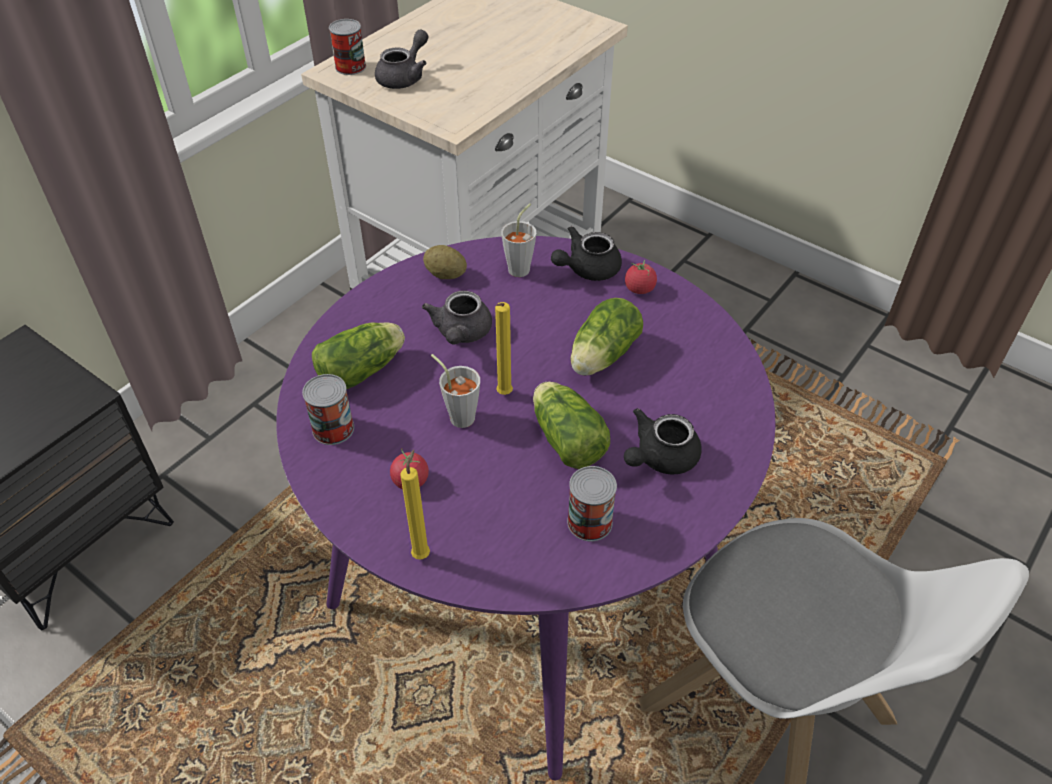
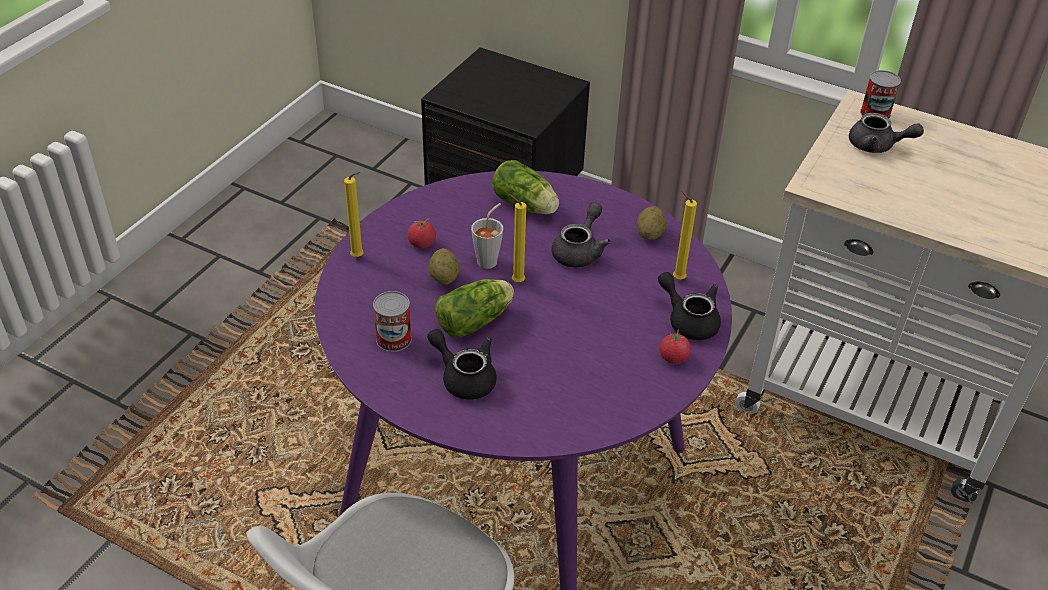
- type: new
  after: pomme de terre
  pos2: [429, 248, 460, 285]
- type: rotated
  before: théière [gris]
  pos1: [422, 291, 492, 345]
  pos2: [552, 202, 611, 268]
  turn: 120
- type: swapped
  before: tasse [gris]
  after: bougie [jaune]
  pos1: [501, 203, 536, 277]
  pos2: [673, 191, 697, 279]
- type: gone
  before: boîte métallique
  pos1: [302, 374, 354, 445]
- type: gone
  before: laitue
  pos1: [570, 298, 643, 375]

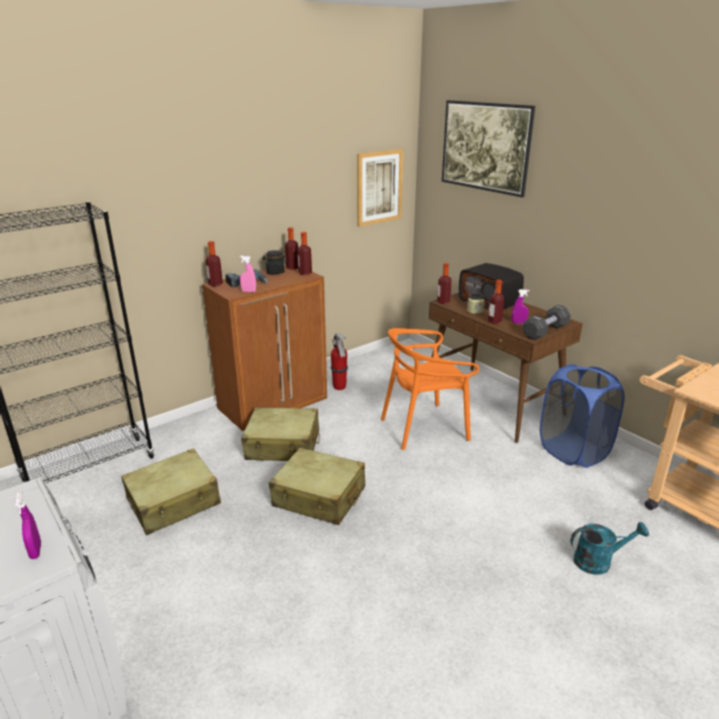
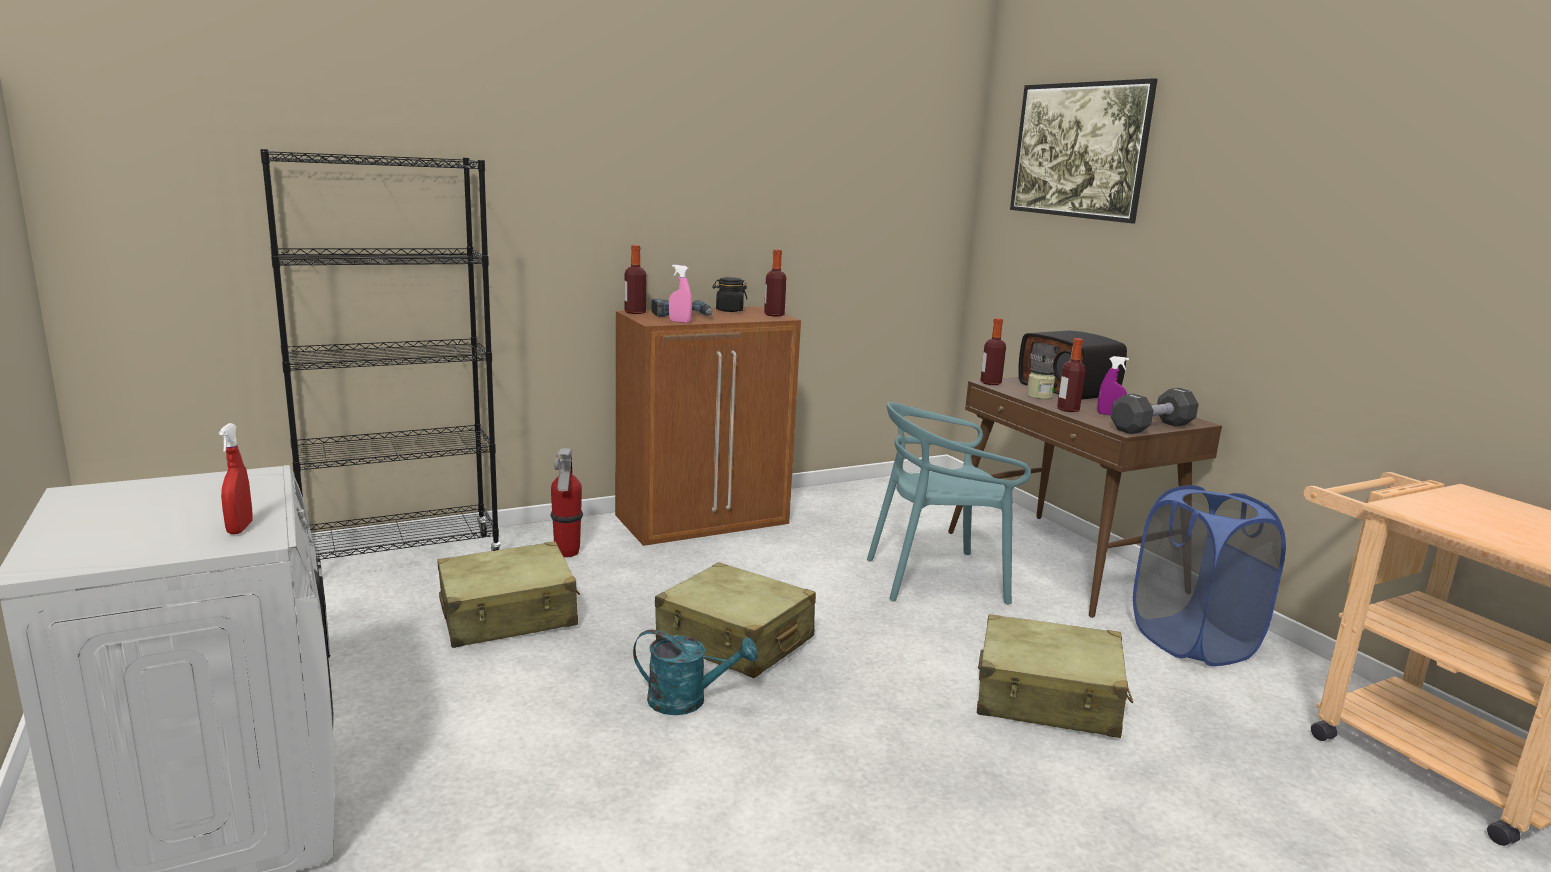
- type: repainted
  before: vaporisateur [violet]
  after: vaporisateur [rouge]
  pos1: [15, 492, 41, 559]
  pos2: [219, 423, 253, 534]
- type: shifted
  before: extincteur
  pos1: [331, 333, 348, 390]
  pos2: [550, 448, 583, 557]
- type: shifted
  before: arrosoir [turquoise]
  pos1: [571, 522, 649, 575]
  pos2: [633, 630, 758, 715]
- type: repainted
  before: chaise [orange]
  after: chaise [turquoise]
  pos1: [381, 328, 479, 450]
  pos2: [867, 402, 1031, 605]
- type: shifted
  before: valise [beige]
  pos1: [241, 408, 320, 461]
  pos2: [977, 614, 1133, 738]
- type: gone
  before: bouteille
  pos1: [285, 227, 298, 270]
- type: gone
  before: tableau
  pos1: [357, 149, 404, 227]

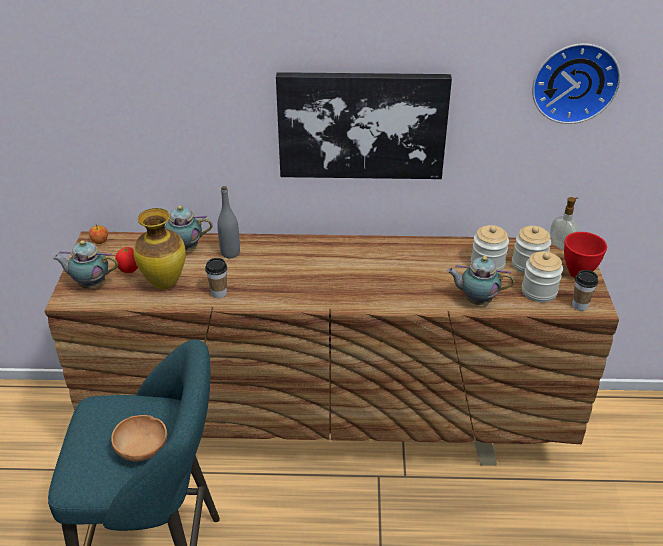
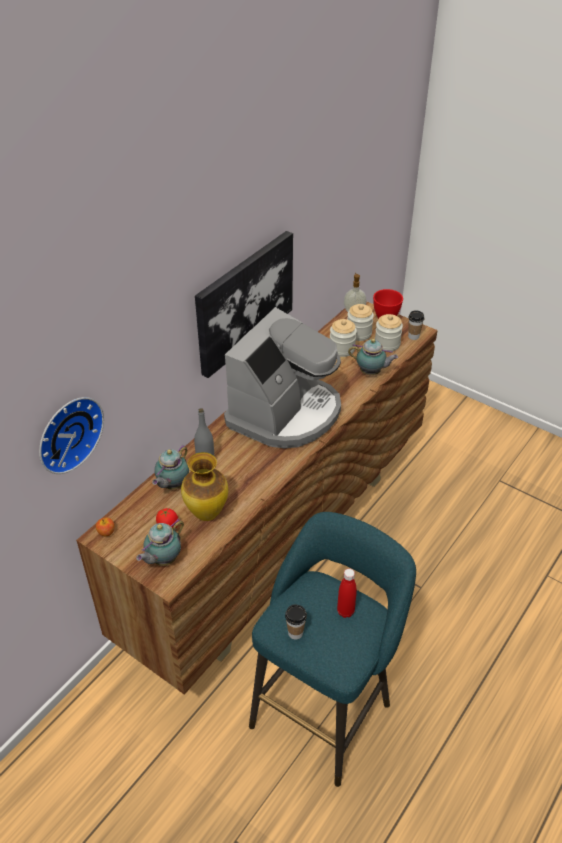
- type: shifted
  before: horloge murale
  pos1: [532, 43, 621, 124]
  pos2: [39, 397, 104, 474]
- type: new
  after: machine à café
  pos2: [224, 307, 341, 448]
- type: shifted
  before: tasse
  pos1: [205, 258, 227, 298]
  pos2: [285, 605, 307, 640]
- type: swapped
  before: bol [marron]
  after: bouteille [rouge]
  pos1: [111, 415, 167, 461]
  pos2: [337, 568, 357, 618]
- type: rotated
  before: théière
  pos1: [447, 256, 514, 305]
  pos2: [348, 339, 398, 375]
  turn: -120

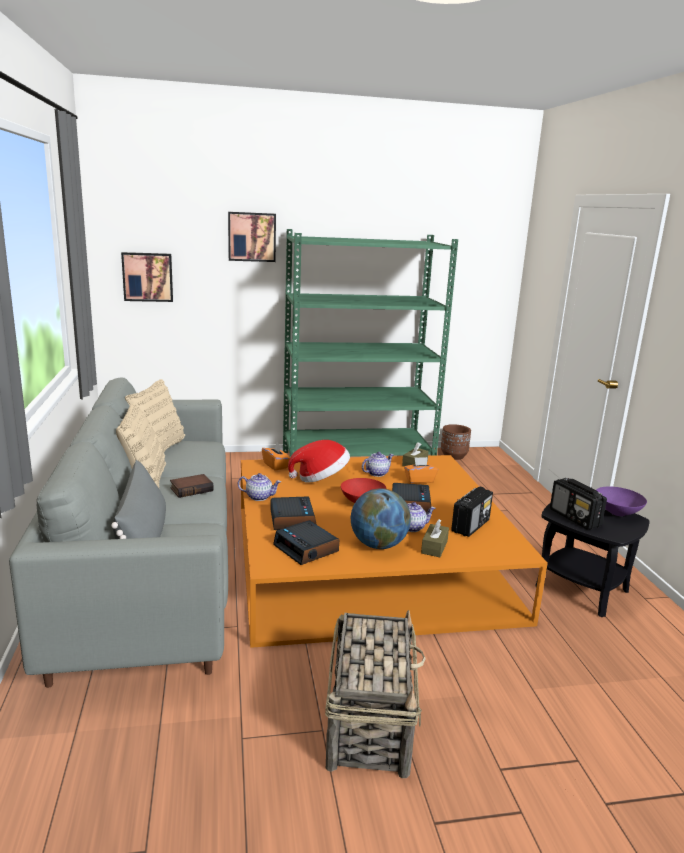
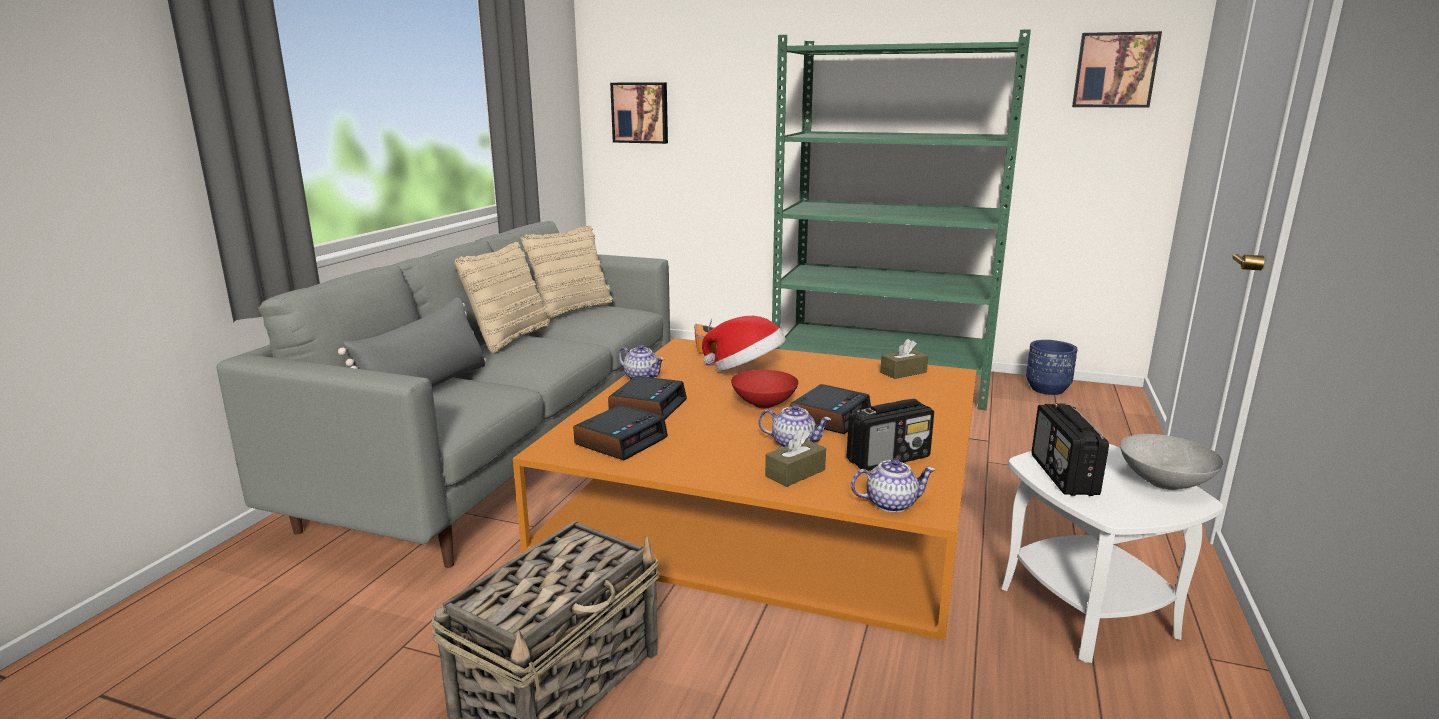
- type: rotated
  before: réveil
  pos1: [273, 520, 339, 565]
  pos2: [573, 404, 668, 460]
  turn: -135
- type: shifted
  before: théière
  pos1: [362, 452, 394, 477]
  pos2: [851, 458, 936, 513]
- type: repainted
  before: table d'appoint [noir]
  after: table d'appoint [blanc]
  pos1: [535, 503, 650, 617]
  pos2: [1001, 444, 1223, 663]
- type: repainted
  before: cache-pot [marron]
  after: cache-pot [bleu]
  pos1: [441, 424, 471, 460]
  pos2: [1026, 340, 1077, 395]
- type: shifted
  before: tableau
  pos1: [228, 212, 276, 262]
  pos2: [1072, 31, 1162, 108]
- type: repainted
  before: bol [violet]
  after: bol [gris]
  pos1: [596, 486, 647, 516]
  pos2: [1120, 434, 1224, 490]
- type: gone
  before: livre
  pos1: [170, 474, 214, 498]
- type: gone
  before: globe
  pos1: [351, 488, 411, 549]
- type: gone
  before: boîte à mouchoirs [orange]
  pos1: [404, 457, 438, 484]

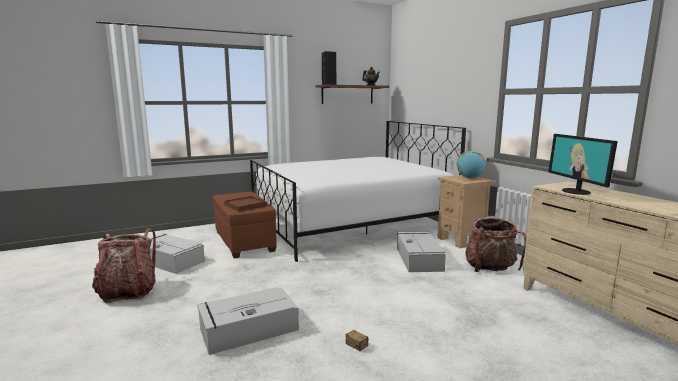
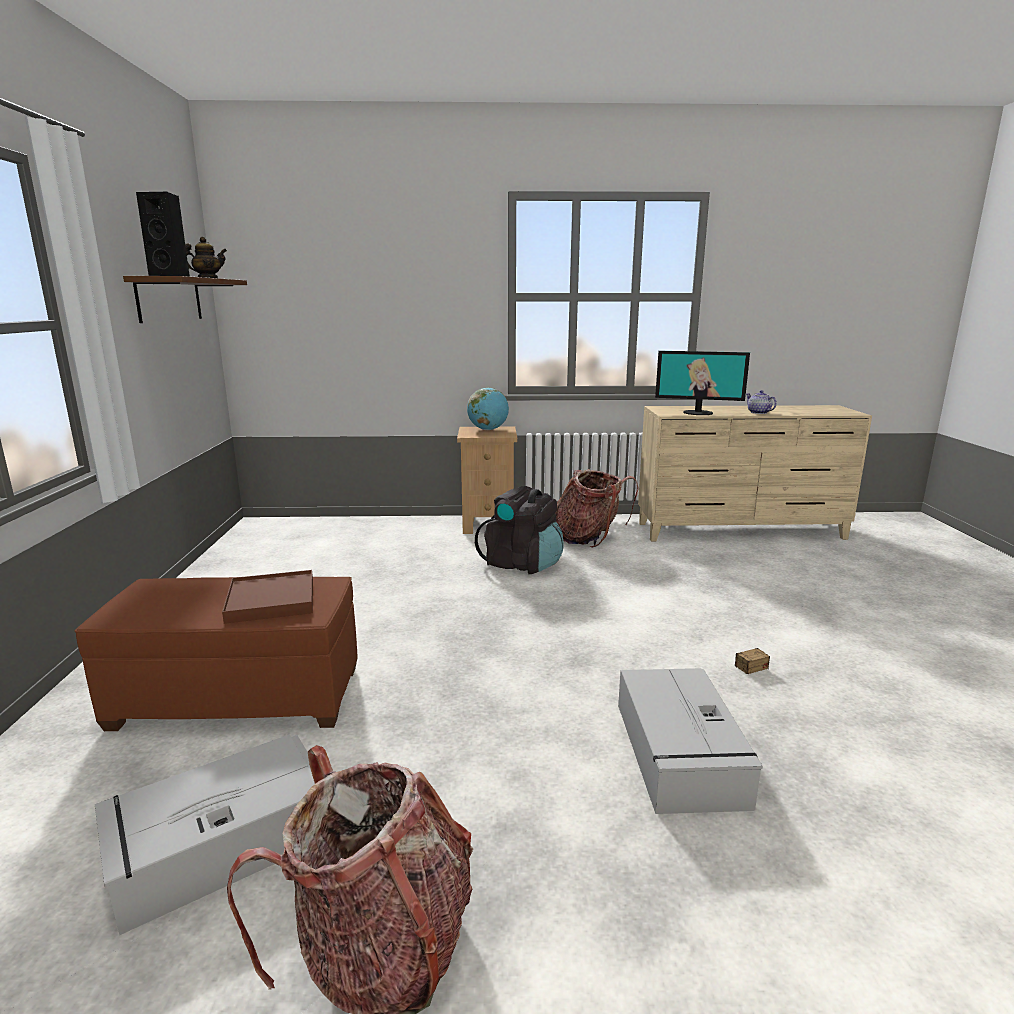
- type: swapped
  before: boîte de rangement [gris]
  after: sac à dos [noir]
  pos1: [397, 232, 446, 272]
  pos2: [475, 486, 564, 574]
- type: new
  after: théière
  pos2: [746, 390, 777, 414]
- type: gone
  before: lit [blanc]
  pos1: [250, 121, 466, 262]

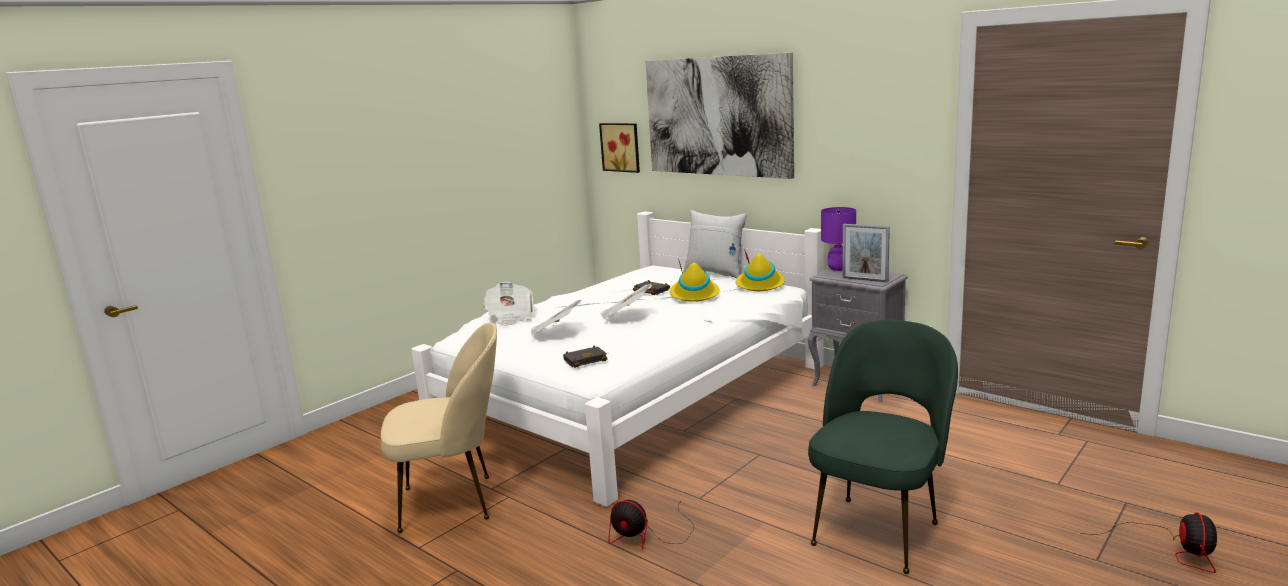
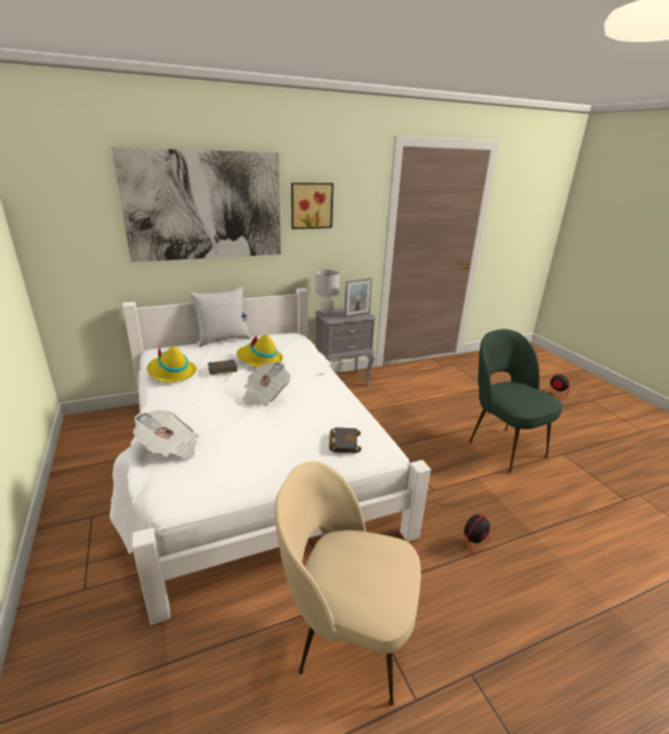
- type: shifted
  before: chapeau [jaune]
  pos1: [736, 249, 785, 291]
  pos2: [147, 346, 197, 382]
- type: rotated
  before: chaise [beige]
  pos1: [381, 323, 497, 533]
  pos2: [275, 461, 421, 706]
  turn: -90
- type: shifted
  before: tableau
  pos1: [599, 123, 640, 173]
  pos2: [291, 183, 334, 229]
- type: repainted
  before: lampe de table [violet]
  after: lampe de table [gris]
  pos1: [821, 207, 856, 271]
  pos2: [316, 270, 340, 314]
- type: gone
  before: journal
  pos1: [531, 300, 581, 336]

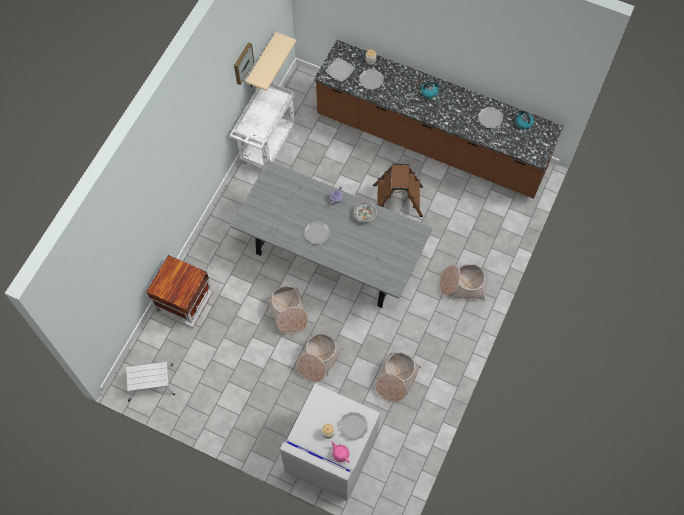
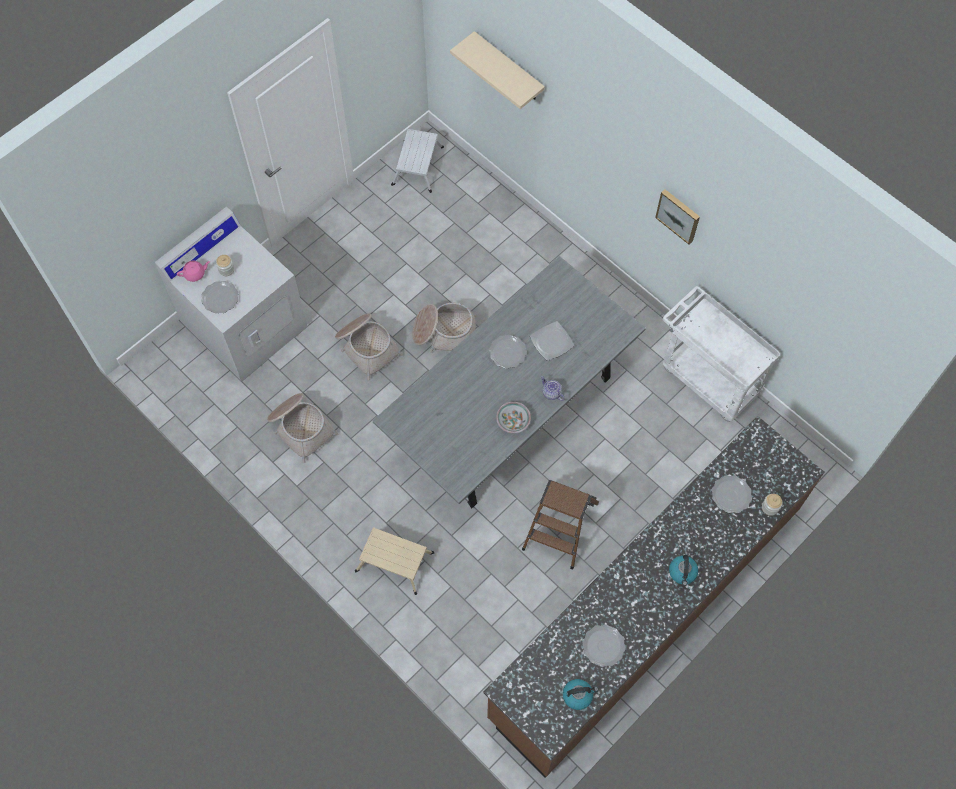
- type: swapped
  before: panier
  after: escabeau [beige]
  pos1: [439, 264, 486, 301]
  pos2: [355, 527, 434, 595]
- type: shifted
  before: étagère [beige]
  pos1: [246, 32, 296, 91]
  pos2: [450, 31, 545, 109]
- type: shifted
  before: assiette
  pos1: [325, 57, 355, 82]
  pos2: [530, 321, 574, 361]
- type: shifted
  before: tableau
  pos1: [234, 42, 254, 85]
  pos2: [655, 189, 700, 245]
- type: gone
  before: table de chevet
  pos1: [146, 255, 213, 328]

